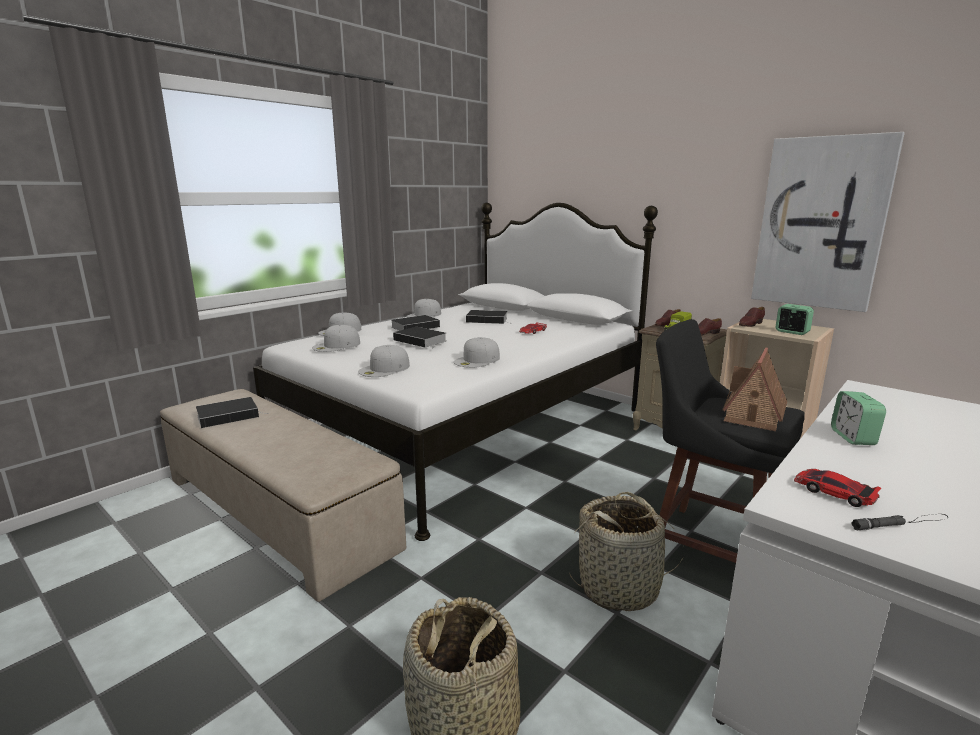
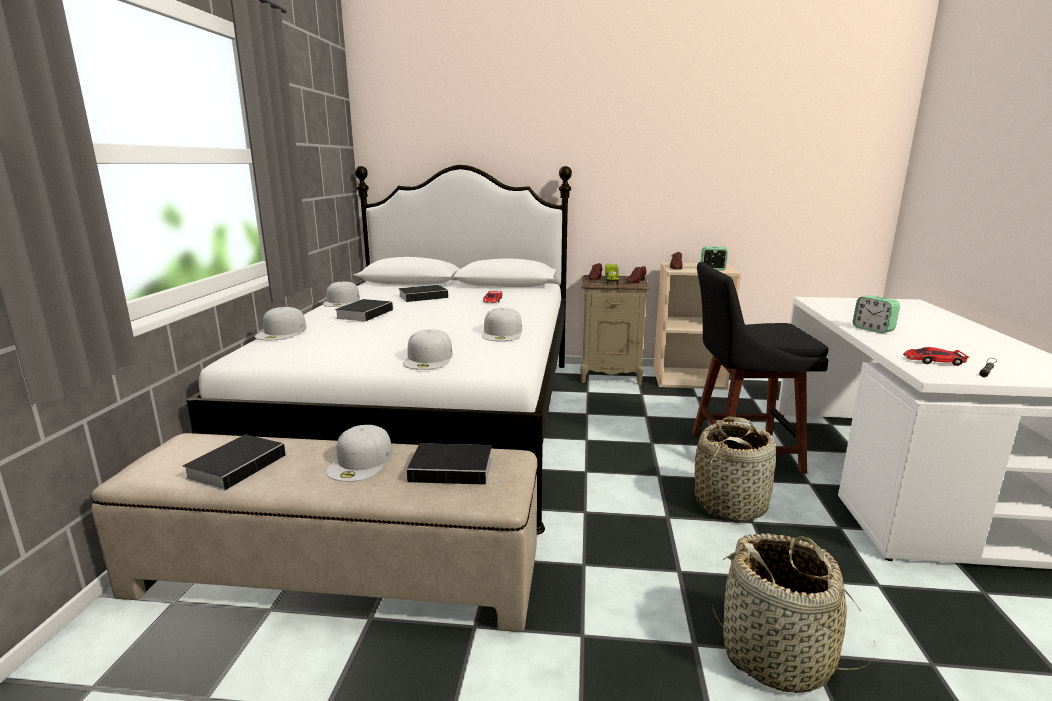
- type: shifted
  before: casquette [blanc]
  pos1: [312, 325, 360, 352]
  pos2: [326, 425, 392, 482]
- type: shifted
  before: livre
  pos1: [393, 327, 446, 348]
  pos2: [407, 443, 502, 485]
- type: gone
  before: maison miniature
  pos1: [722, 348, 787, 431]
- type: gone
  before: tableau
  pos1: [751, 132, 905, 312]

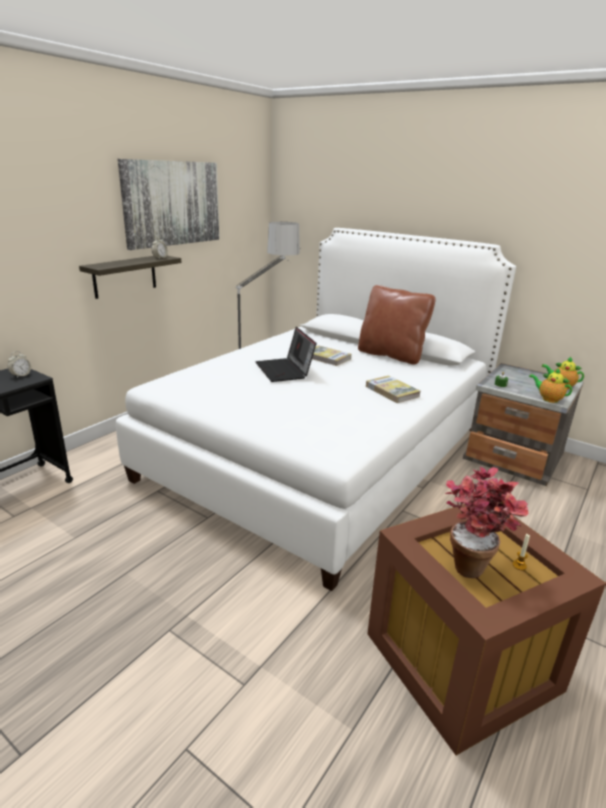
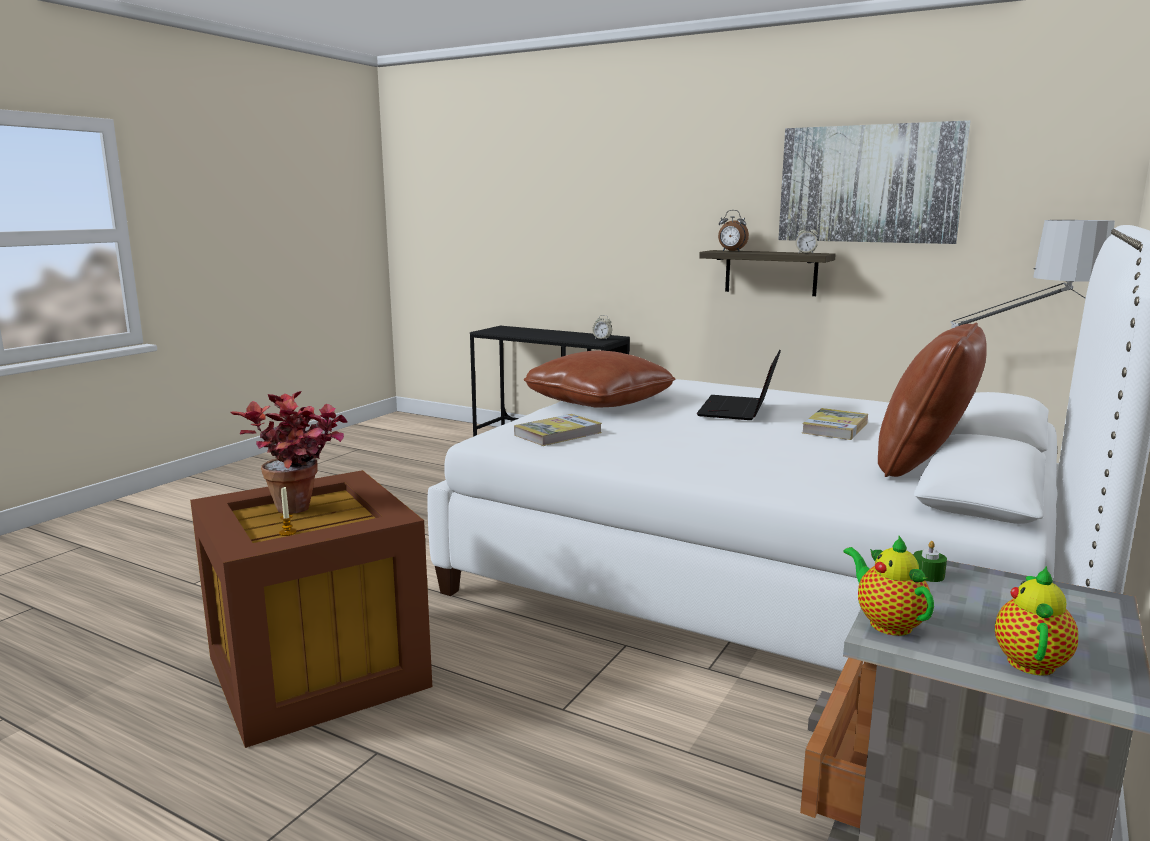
- type: shifted
  before: livre
  pos1: [366, 375, 420, 403]
  pos2: [514, 414, 602, 446]
- type: new
  after: coussin [marron]
  pos2: [524, 350, 675, 408]
- type: rotated
  before: ordinateur portable
  pos1: [255, 327, 317, 382]
  pos2: [697, 350, 781, 420]
  turn: -45
- type: new
  after: réveil
  pos2: [718, 210, 749, 251]
- type: rotated
  before: théière
  pos1: [529, 368, 572, 403]
  pos2: [843, 536, 934, 636]
  turn: -60

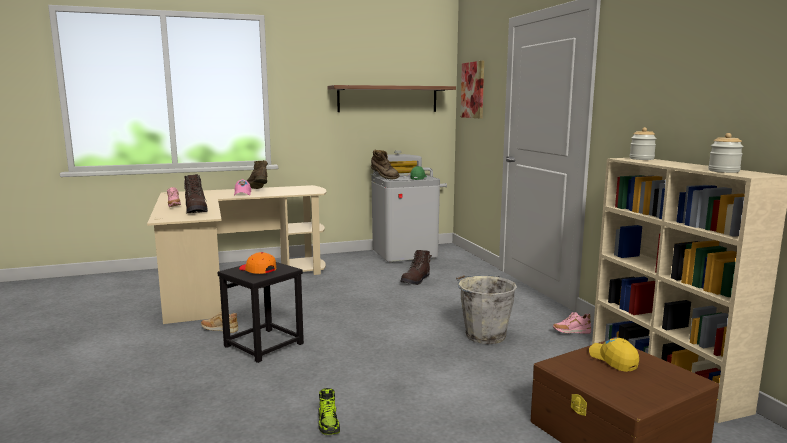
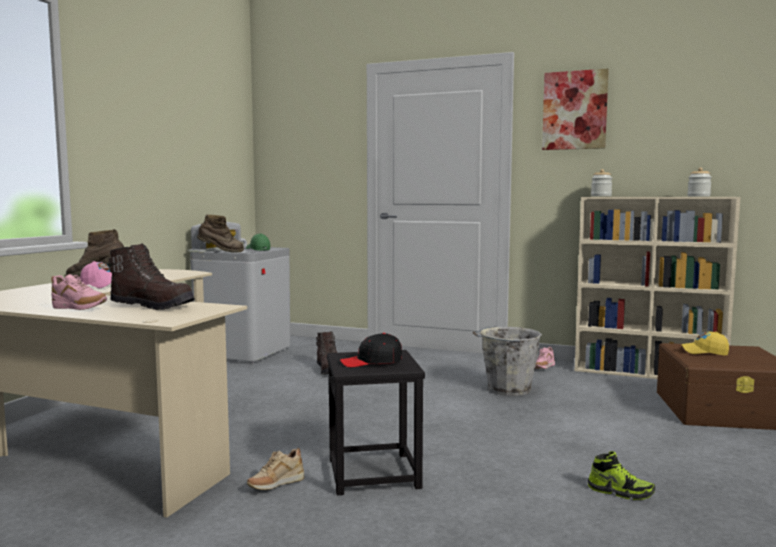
- type: repainted
  before: casquette [orange]
  after: casquette [noir]
  pos1: [239, 252, 276, 274]
  pos2: [340, 333, 402, 367]
- type: shifted
  before: tableau
  pos1: [461, 61, 484, 118]
  pos2: [542, 69, 609, 150]
- type: gone
  before: étagère
  pos1: [328, 85, 456, 112]

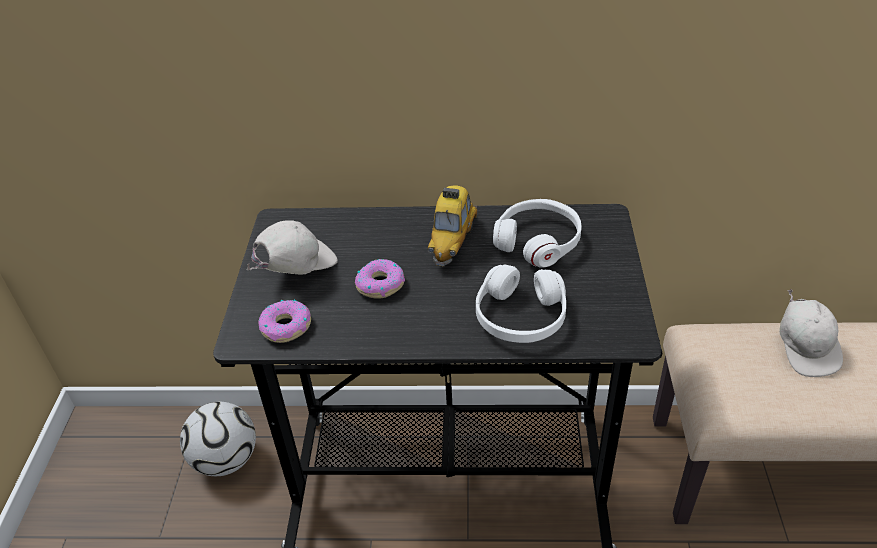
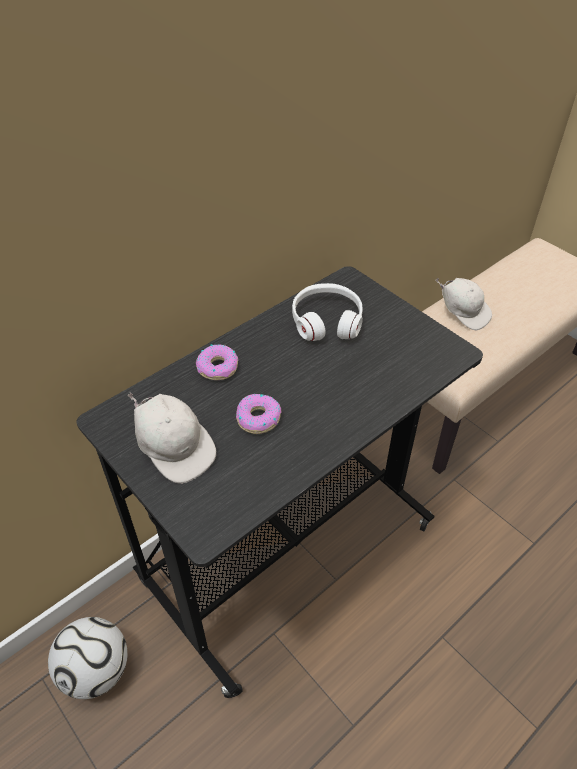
- type: rotated
  before: casquette [blanc]
  pos1: [247, 220, 338, 275]
  pos2: [128, 392, 216, 484]
  turn: 135
- type: shifted
  before: beignet
  pos1: [258, 299, 311, 343]
  pos2: [196, 344, 238, 380]
- type: gone
  before: petite voiture
  pos1: [428, 185, 477, 267]
- type: gone
  before: casque audio [blanc]
  pos1: [476, 265, 566, 343]

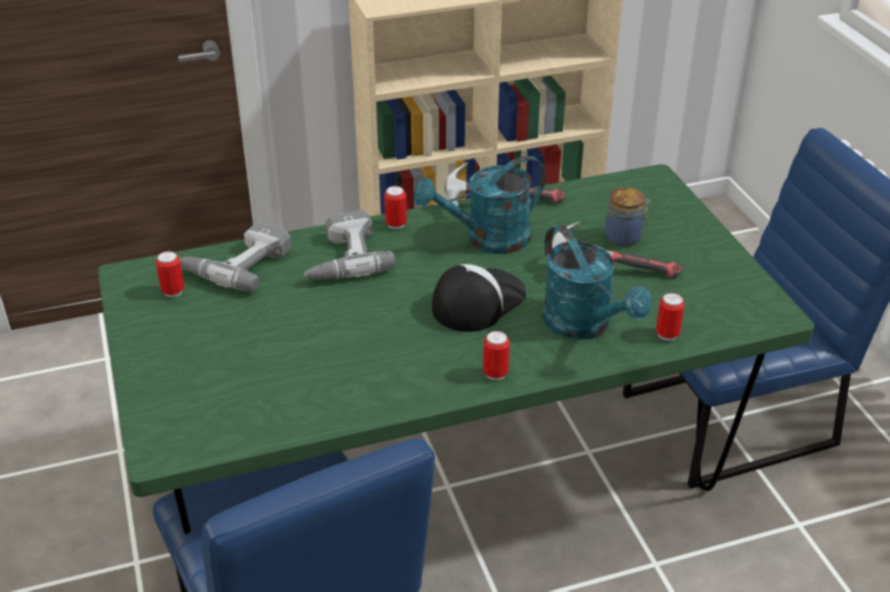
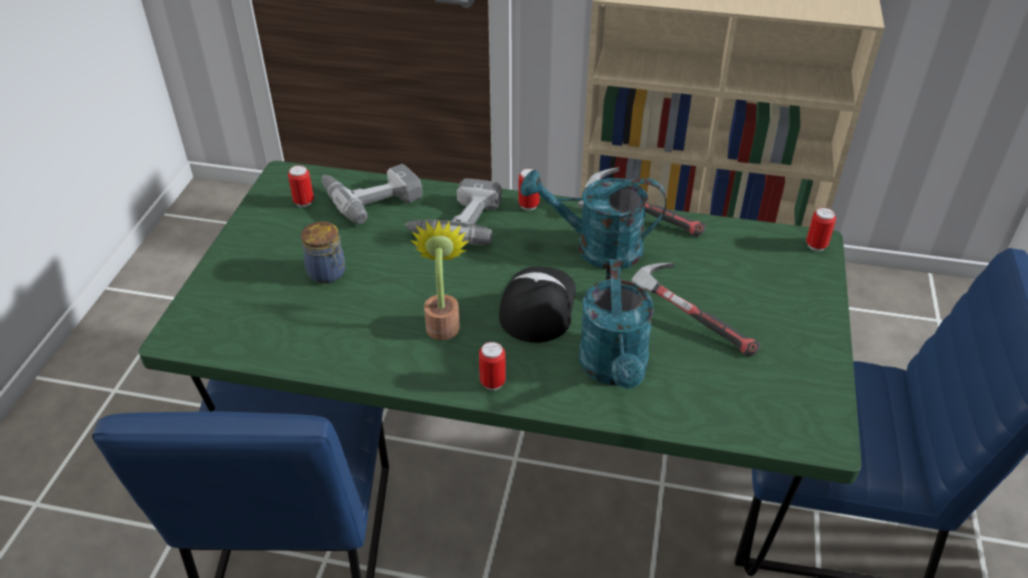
- type: shifted
  before: bocal
  pos1: [605, 187, 650, 247]
  pos2: [301, 221, 345, 283]
- type: new
  after: plante en pot
  pos2: [411, 220, 468, 340]
- type: rotated
  before: casquette
  pos1: [432, 264, 526, 332]
  pos2: [499, 266, 576, 343]
  turn: -60
- type: shifted
  before: boîte métallique
  pos1: [656, 293, 685, 341]
  pos2: [806, 207, 836, 251]

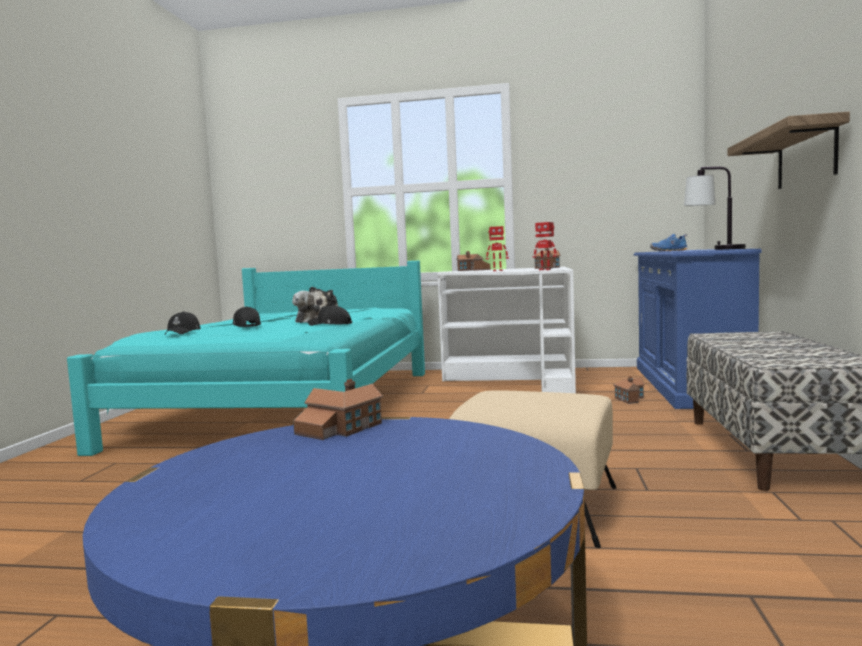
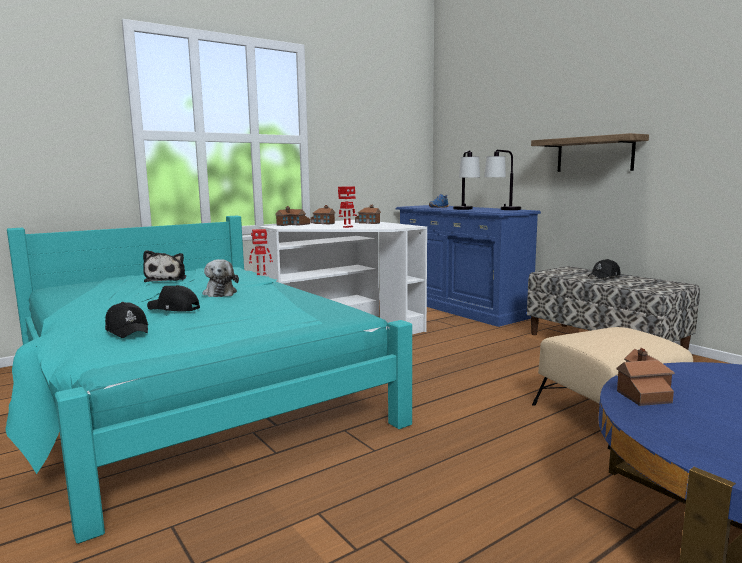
- type: shifted
  before: robot jouet
  pos1: [532, 222, 557, 270]
  pos2: [249, 229, 273, 275]
- type: shifted
  before: maison miniature
  pos1: [613, 376, 645, 404]
  pos2: [311, 205, 335, 225]
- type: new
  after: lampe de table
  pos2: [453, 150, 480, 210]
- type: shifted
  before: casquette [noir]
  pos1: [308, 305, 352, 326]
  pos2: [588, 259, 620, 279]

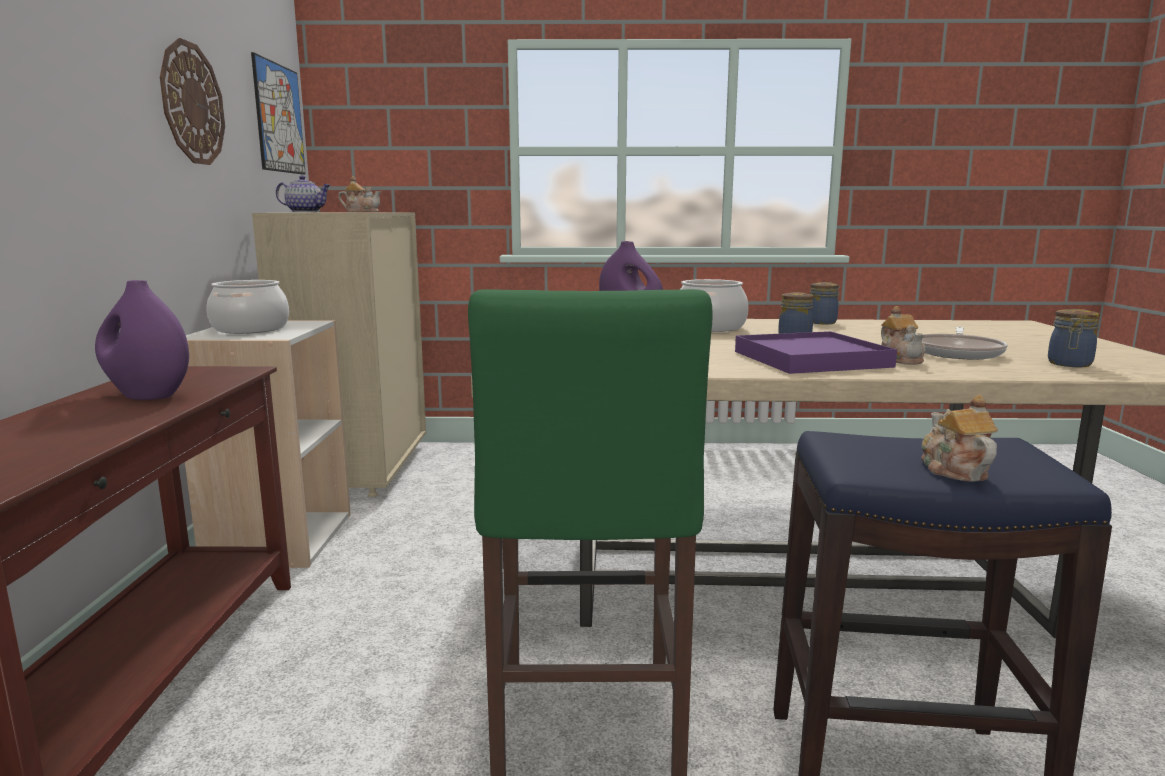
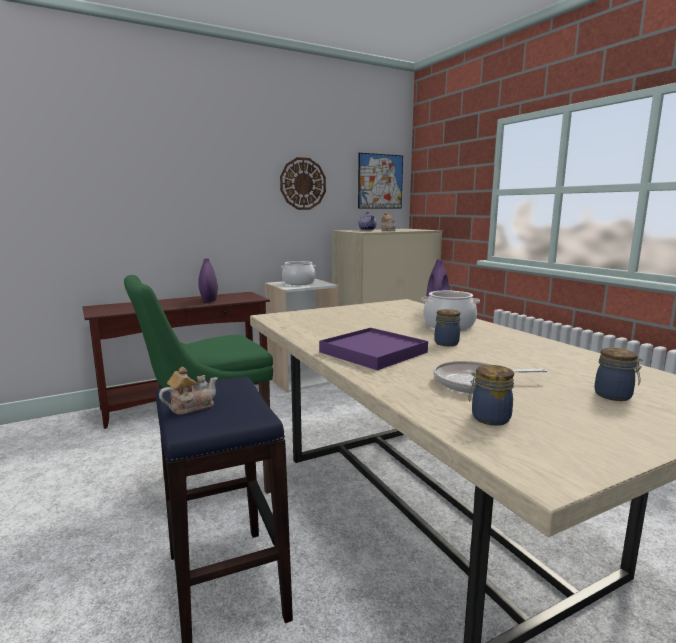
- type: shifted
  before: bocal
  pos1: [810, 282, 840, 325]
  pos2: [594, 348, 642, 401]
- type: gone
  before: théière
  pos1: [881, 306, 926, 364]

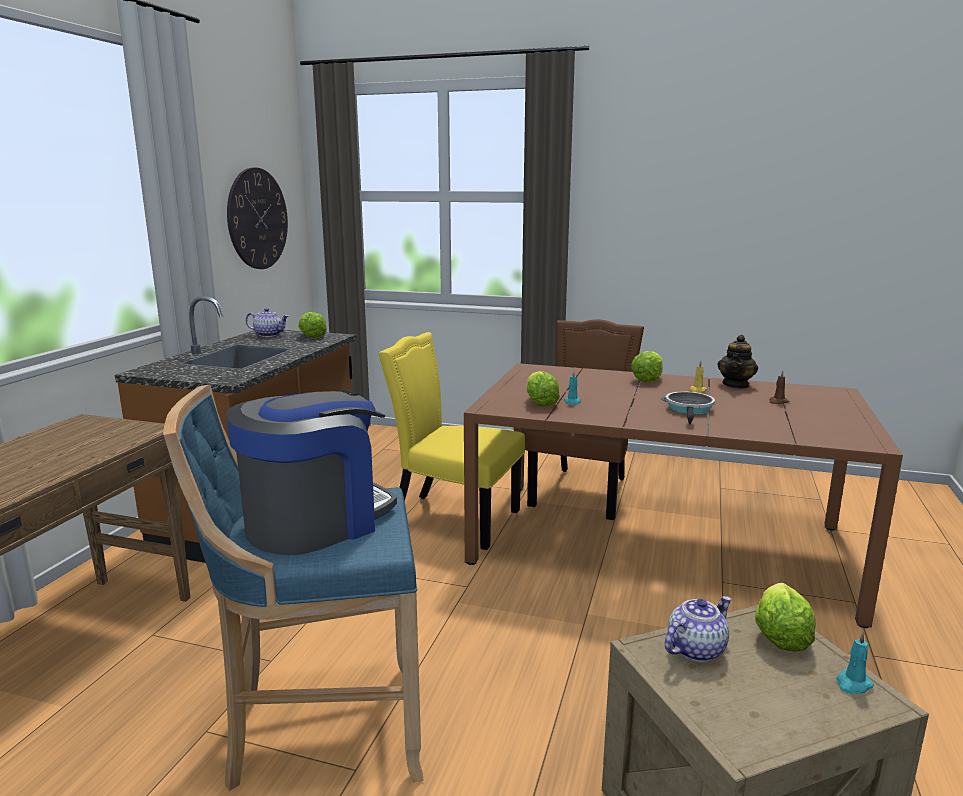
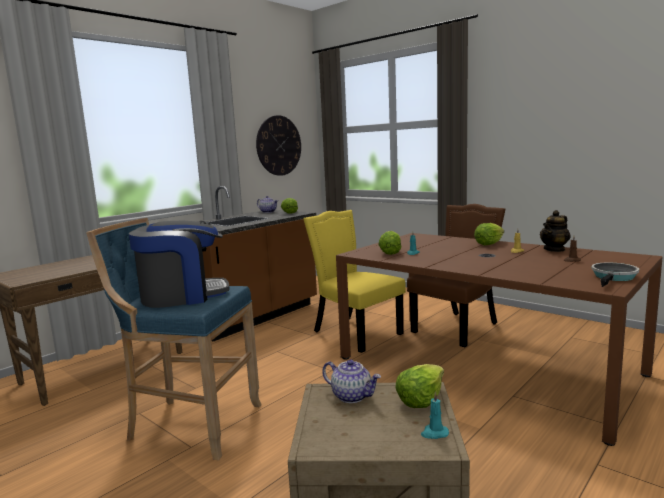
- type: rotated
  before: théière
  pos1: [665, 596, 731, 662]
  pos2: [322, 359, 381, 403]
  turn: 45
- type: shifted
  before: poêle
  pos1: [666, 392, 715, 425]
  pos2: [591, 263, 639, 287]

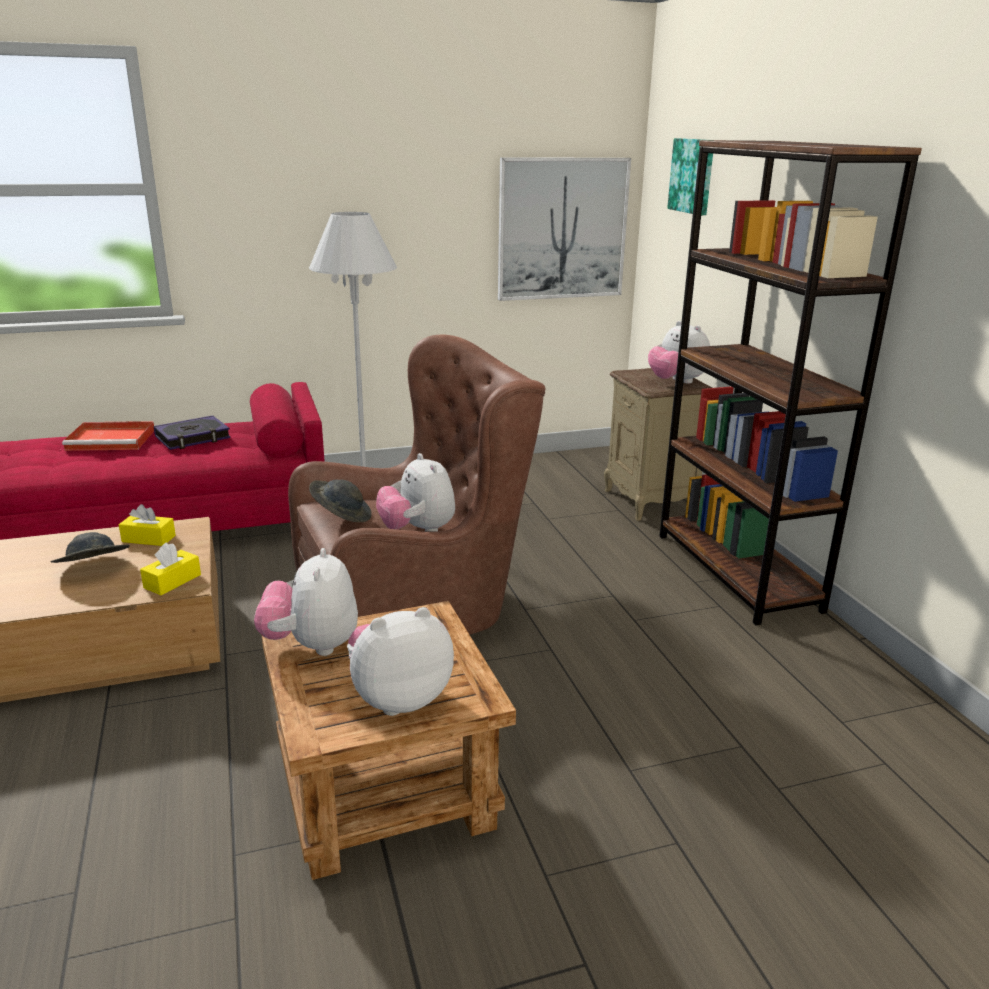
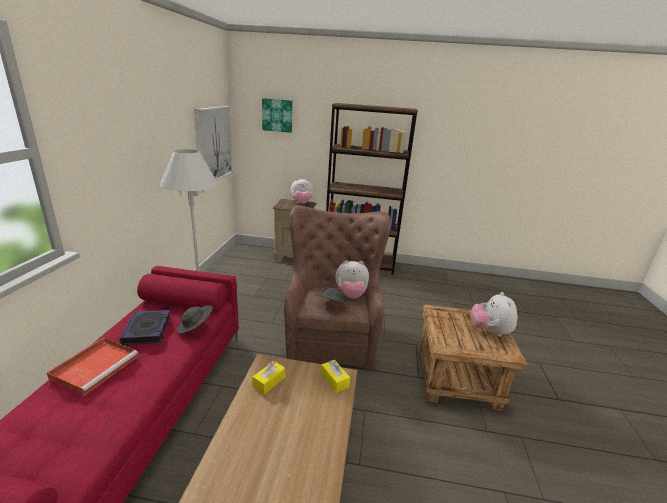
- type: shifted
  before: chapeau [gris]
  pos1: [51, 532, 130, 563]
  pos2: [177, 305, 213, 333]
- type: gone
  before: peluche
  pos1: [254, 548, 358, 656]

